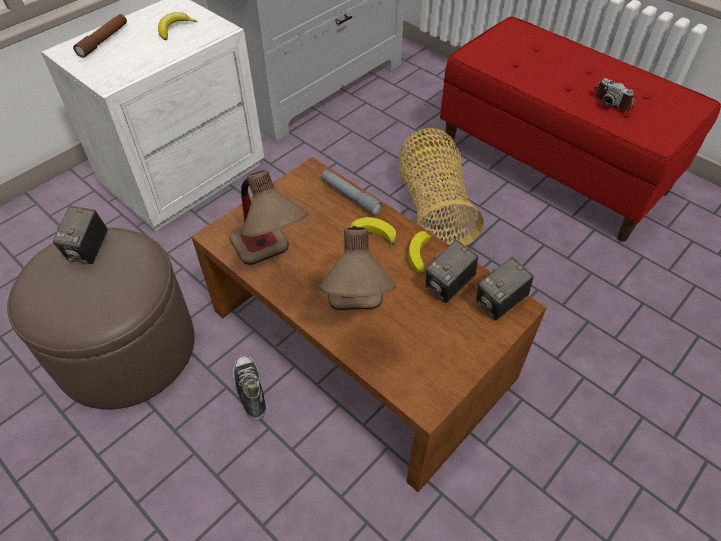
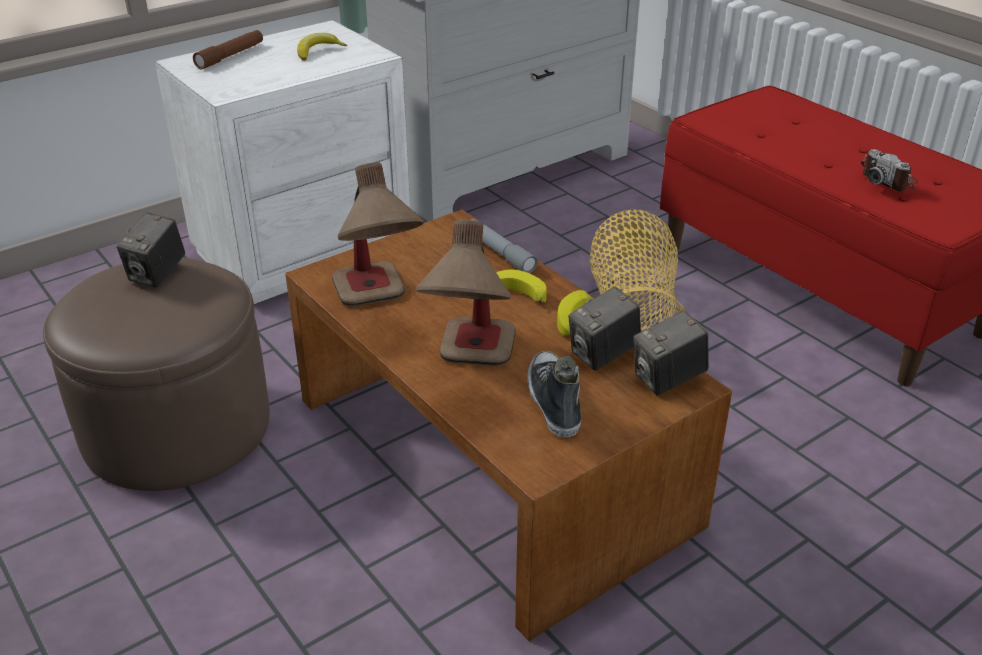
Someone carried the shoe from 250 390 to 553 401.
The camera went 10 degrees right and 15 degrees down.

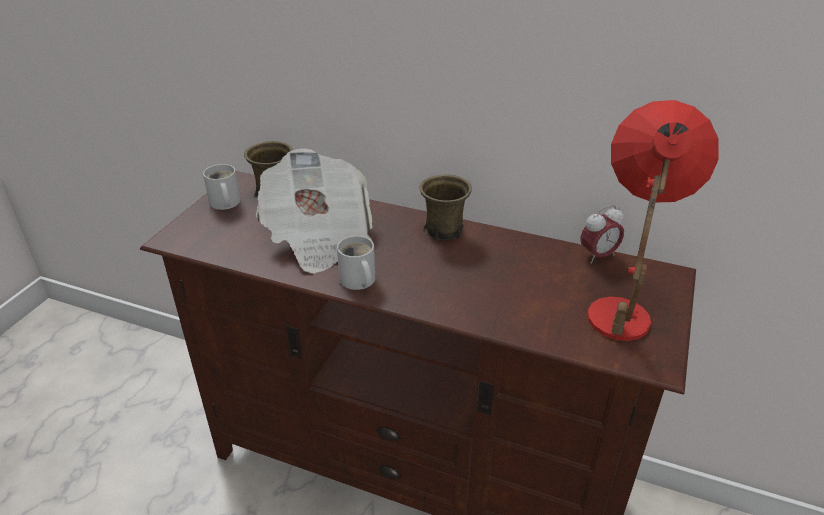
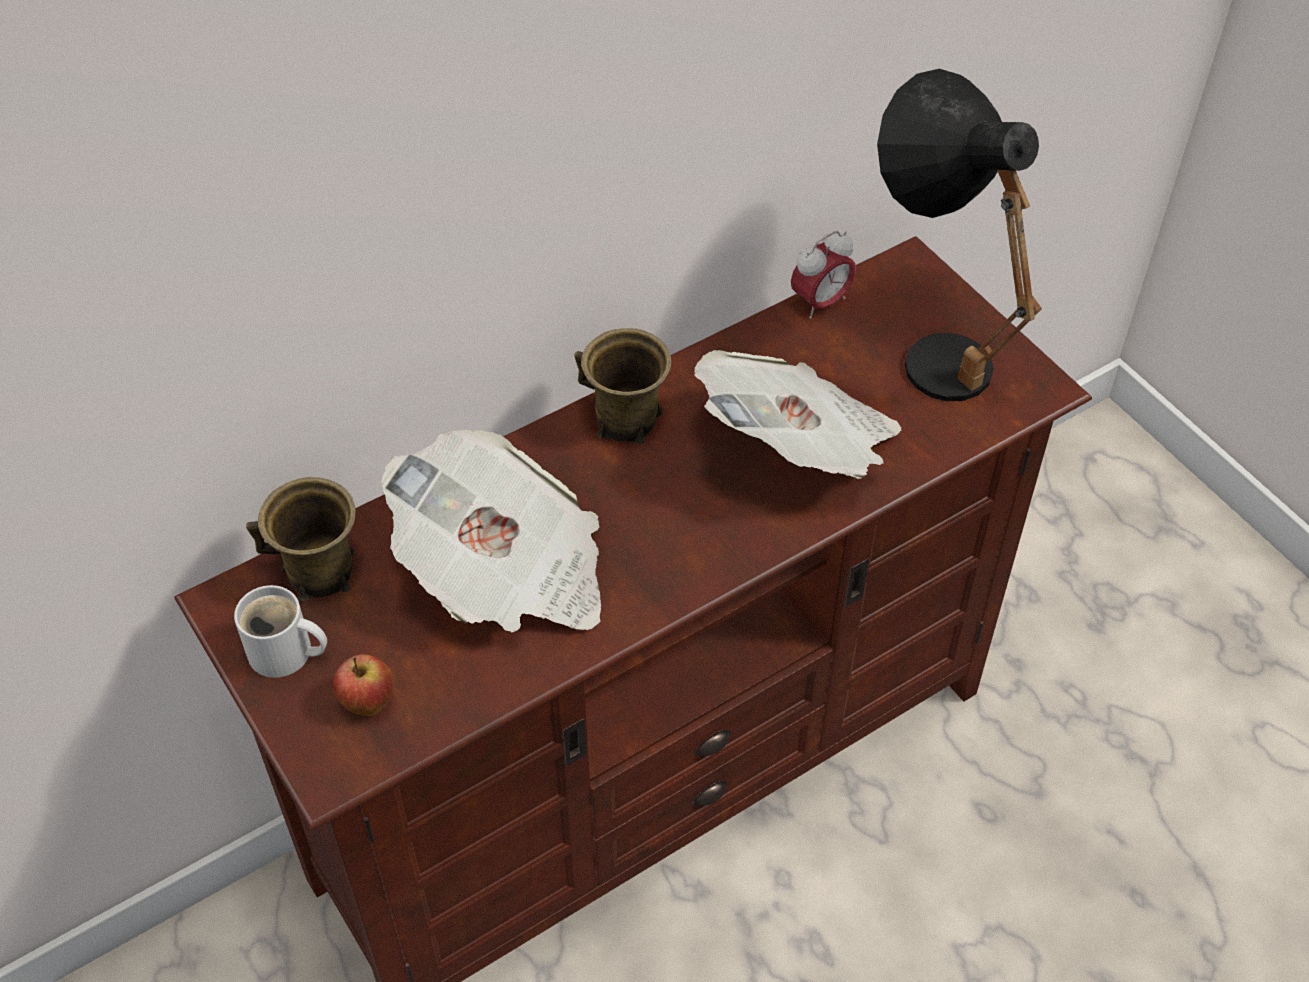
Someone took away the mug (white) at 357 281.
Someone rotated the alarm clock at 598 256 by 45 degrees clockwise.
Someone repainted the table lamp (red) at 624 306, which became the table lamp (black) at 930 346.
Someone put down the apple at 368 703.
Someone put down the newspaper at 799 448.
The camera went 55 degrees left and 15 degrees up.

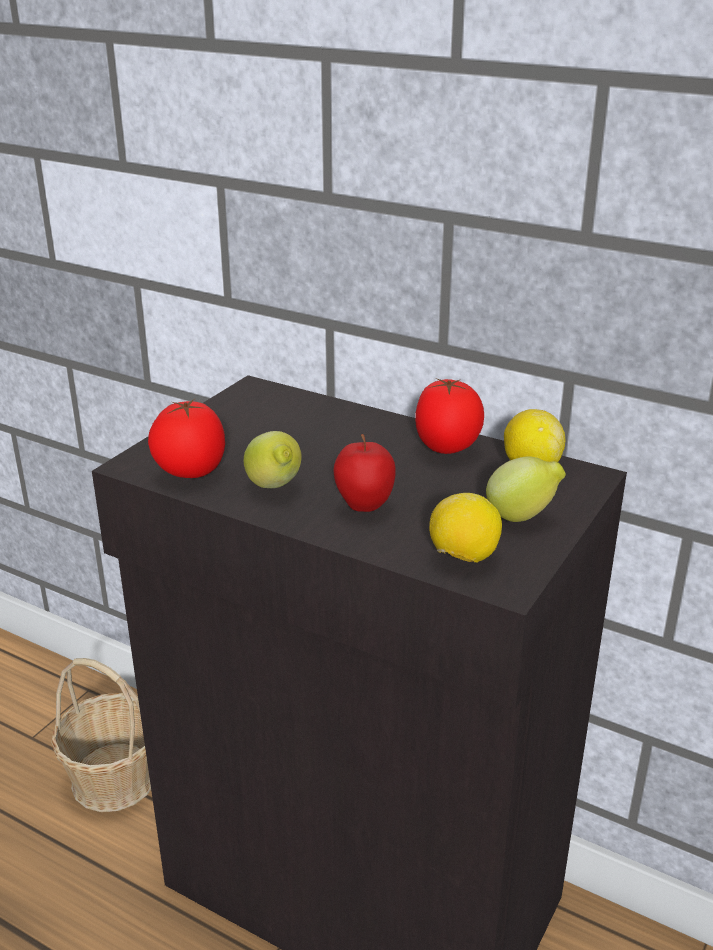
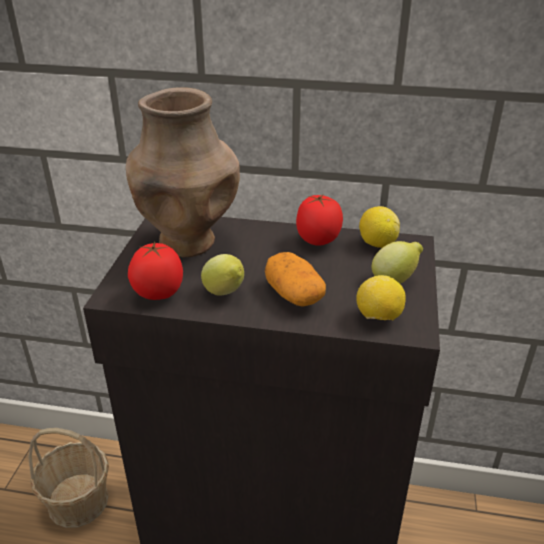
Someone swapped the apple at 364 507 for the potato at 293 295.
Someone put down the vase (brown) at 187 243.
The camera went 20 degrees left and 5 degrees up.

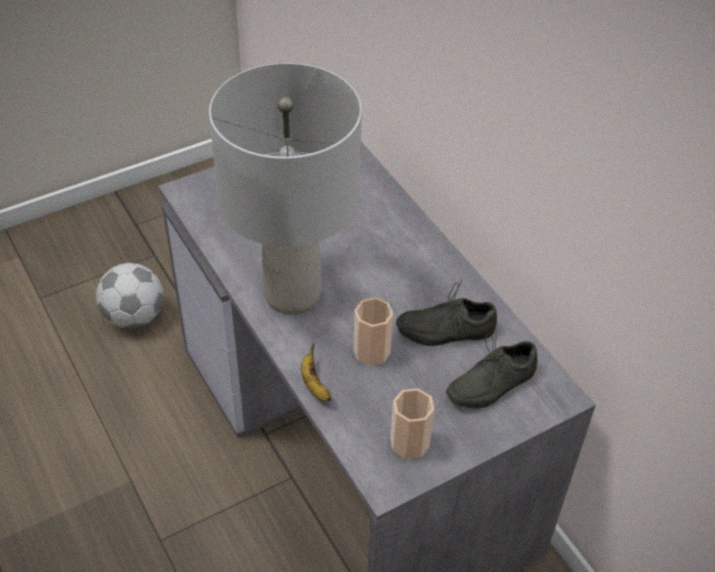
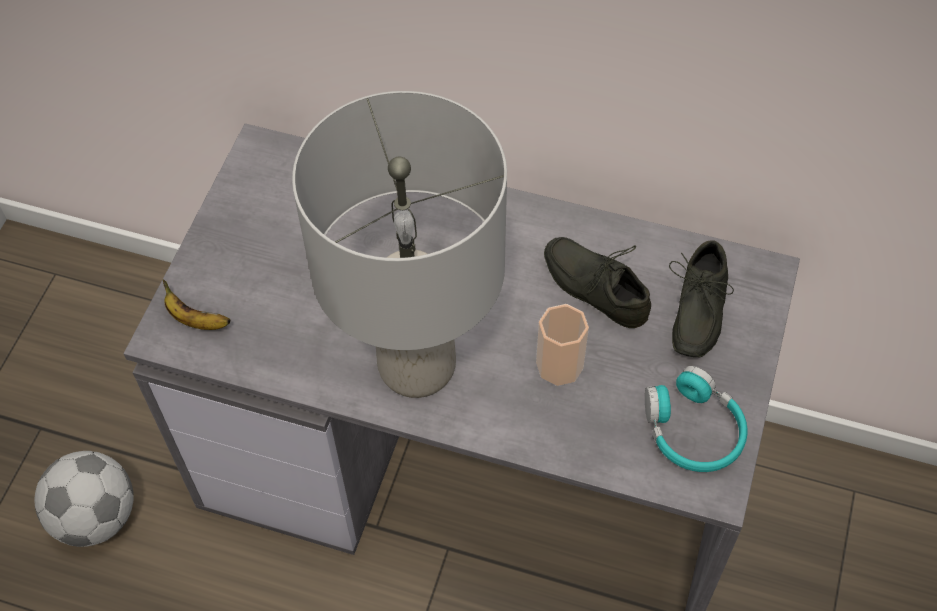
Someone carried the banana from 314 384 to 195 320.
Someone swapped the cup at 409 443 for the headphones (turquoise) at 692 430.
Someone rotated the shoe (grey) at 444 328 by 90 degrees clockwise.
The camera went 40 degrees left and 10 degrees up.

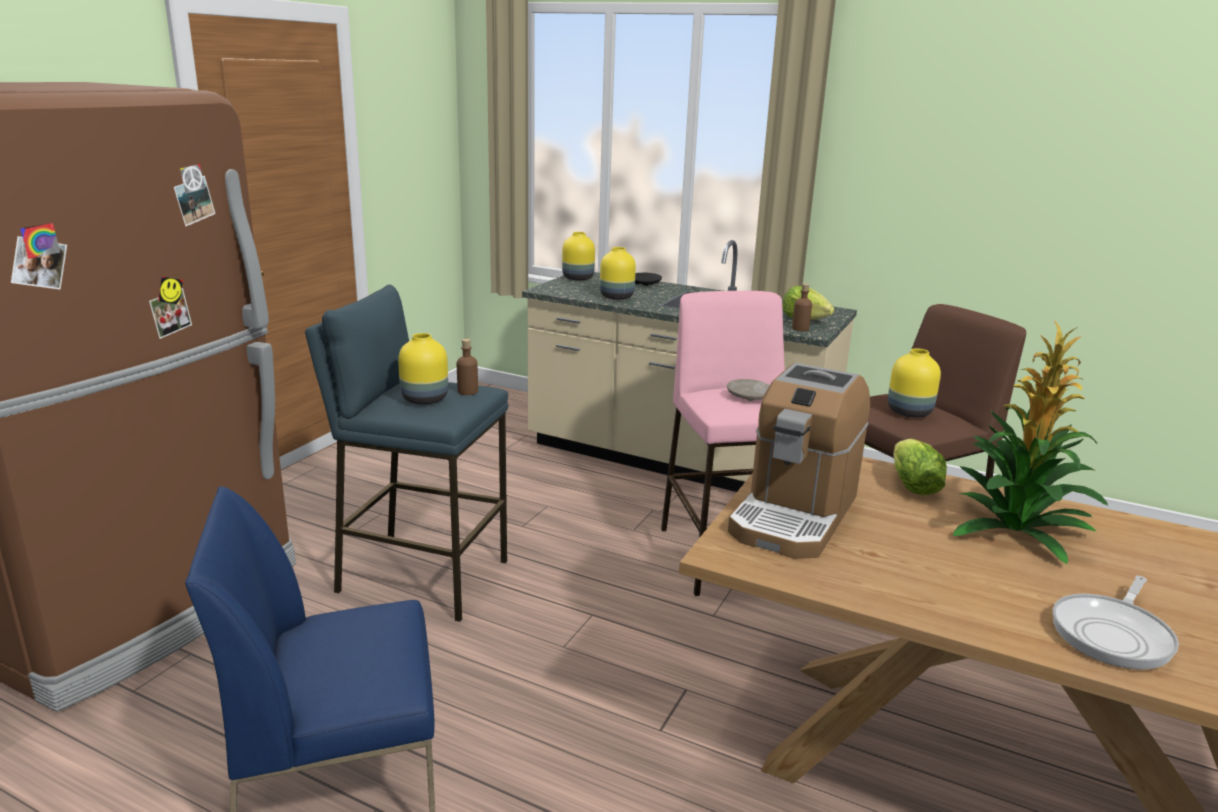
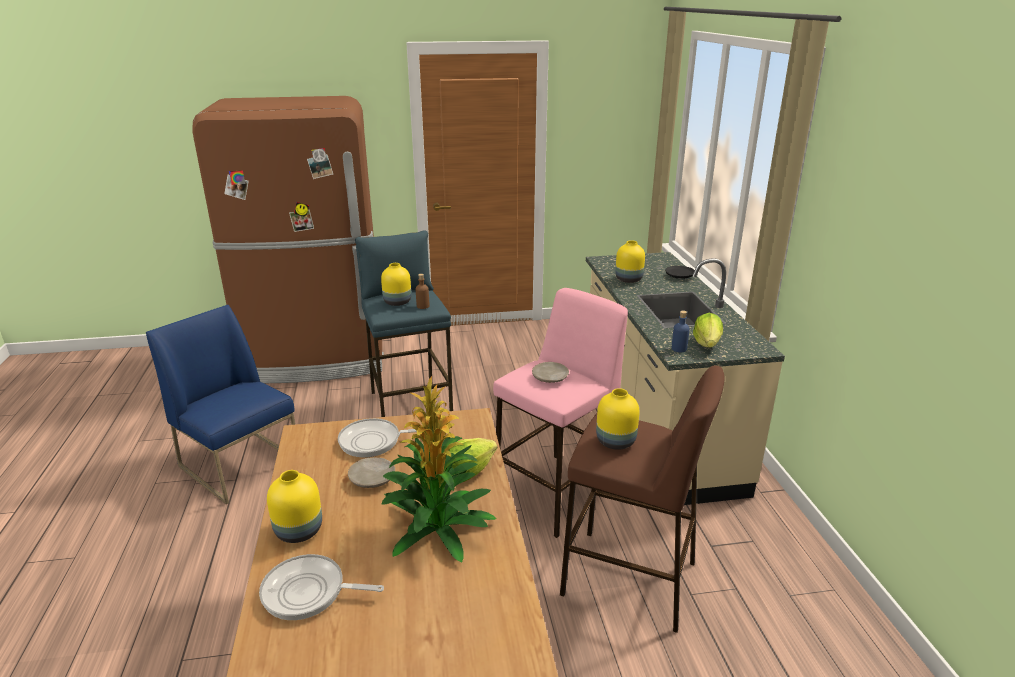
Someone carried the vase (yellow) from 577 278 to 298 530.
Someone swapped the coffee machine at 794 514 for the frying pan at 374 441.
Someone repainted the bottle (brown) at 800 328, which became the bottle (blue) at 679 349.
Someone put down the plate (beige) at 373 478.
The camera went 55 degrees right and 5 degrees up.

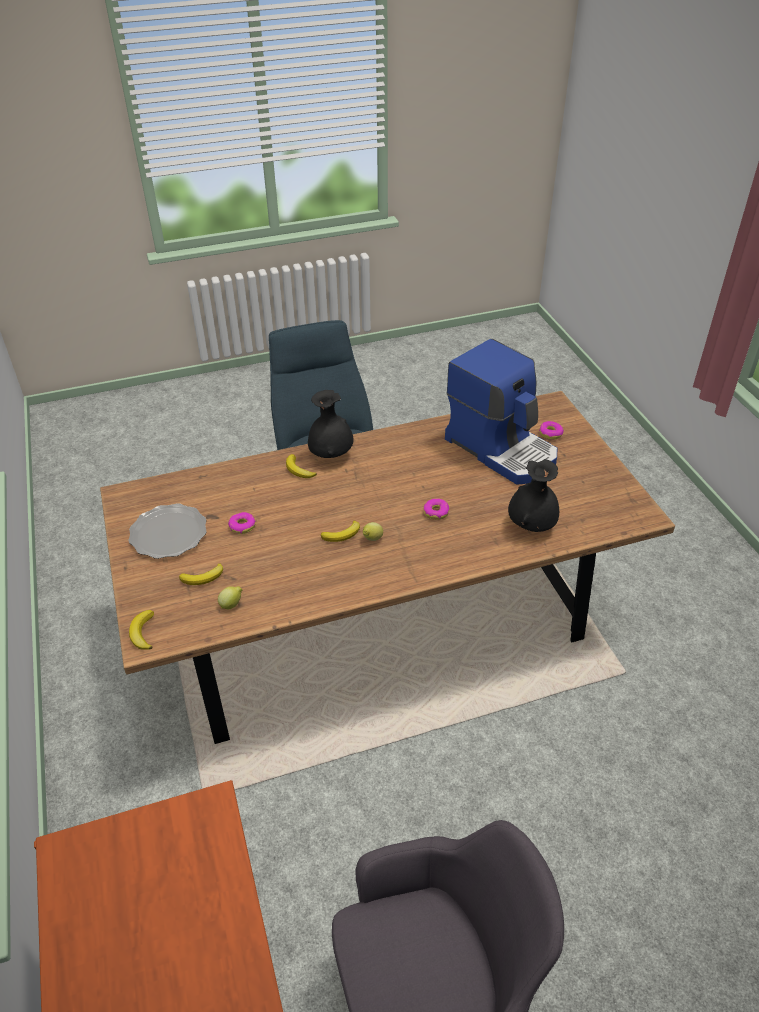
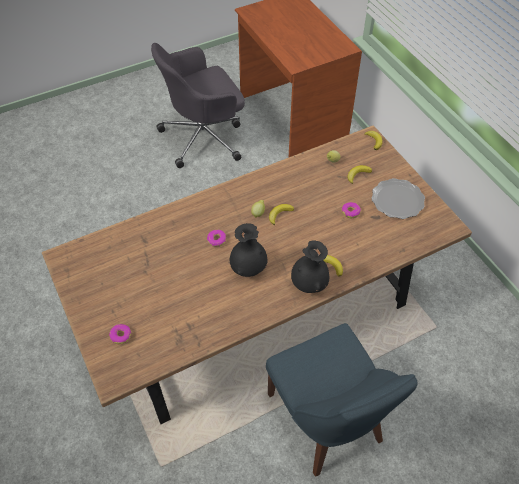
Someone took away the coffee machine at 502 448.
Someone carried the vase (black) from 531 526 to 248 268.
The camera went 170 degrees right and 10 degrees up.

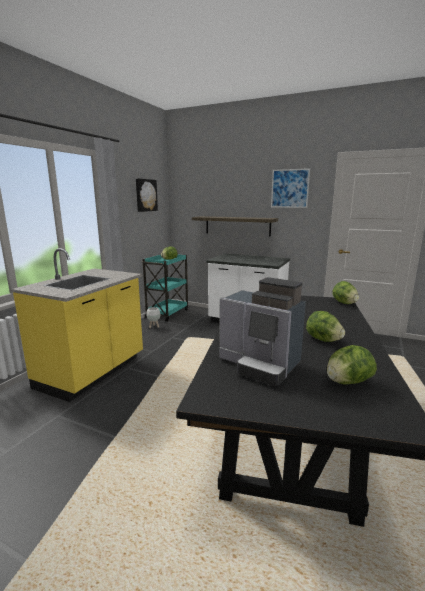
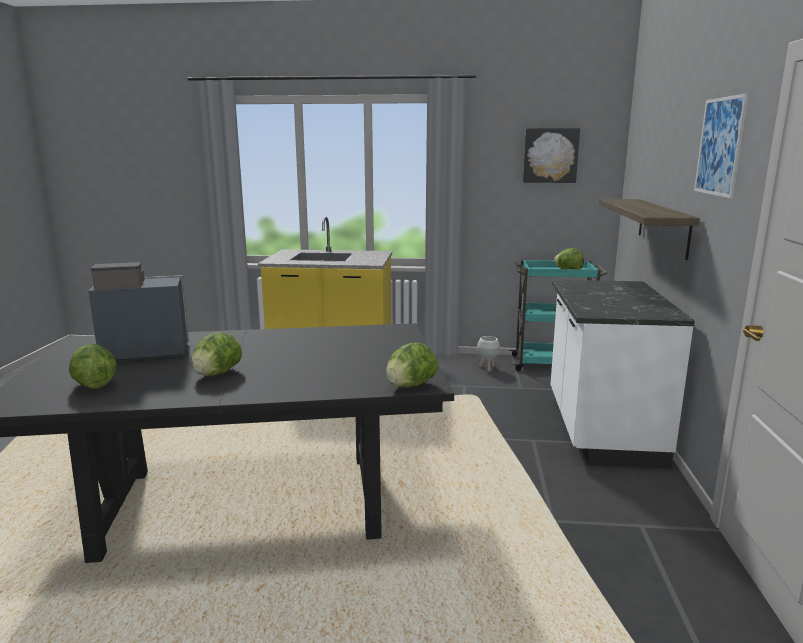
Someone rotated the coffee machine at 260 365 by 60 degrees clockwise.
The camera went 70 degrees right and 0 degrees up.

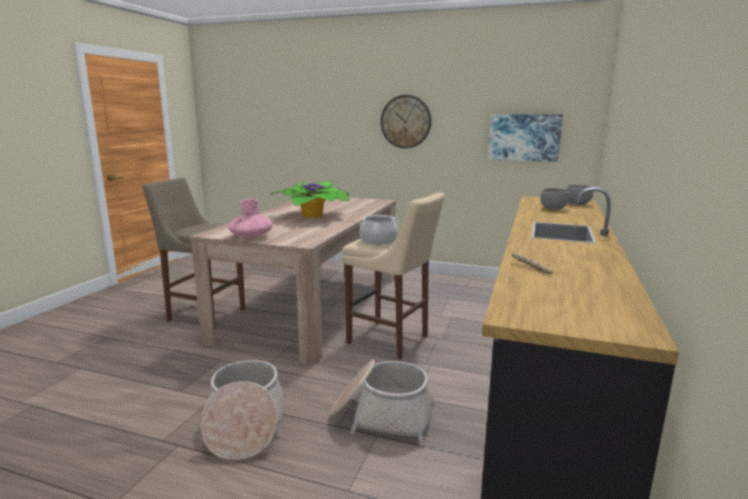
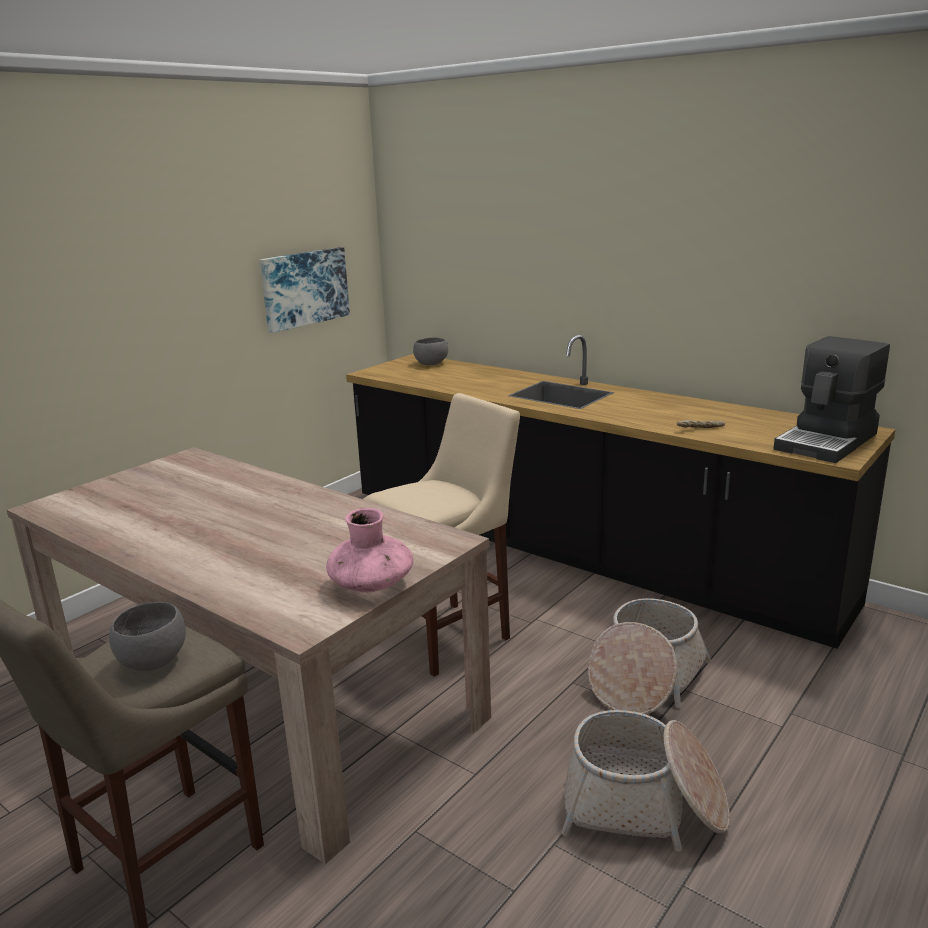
Someone took away the potted plant at 313 216.
Someone took away the cooking pot at 378 241.
Someone took away the wall clock at 405 121.
Someone carried the bowl (grey) from 553 209 to 153 661.
Someone put down the coffee machine at 828 442.
The camera went 70 degrees left and 5 degrees up.

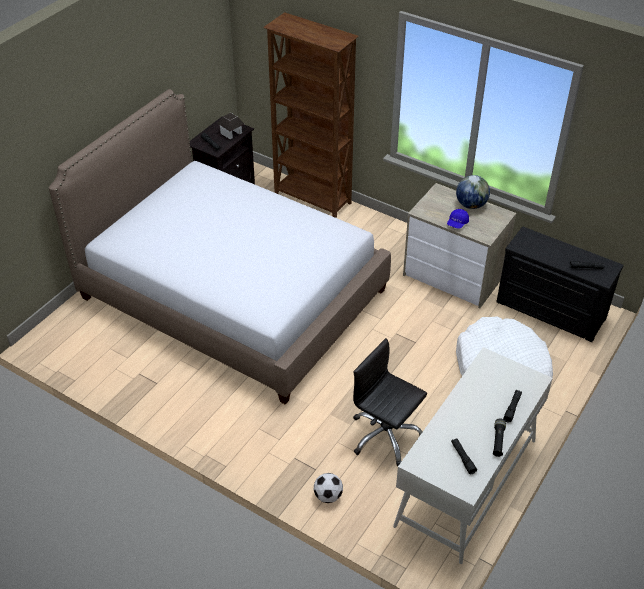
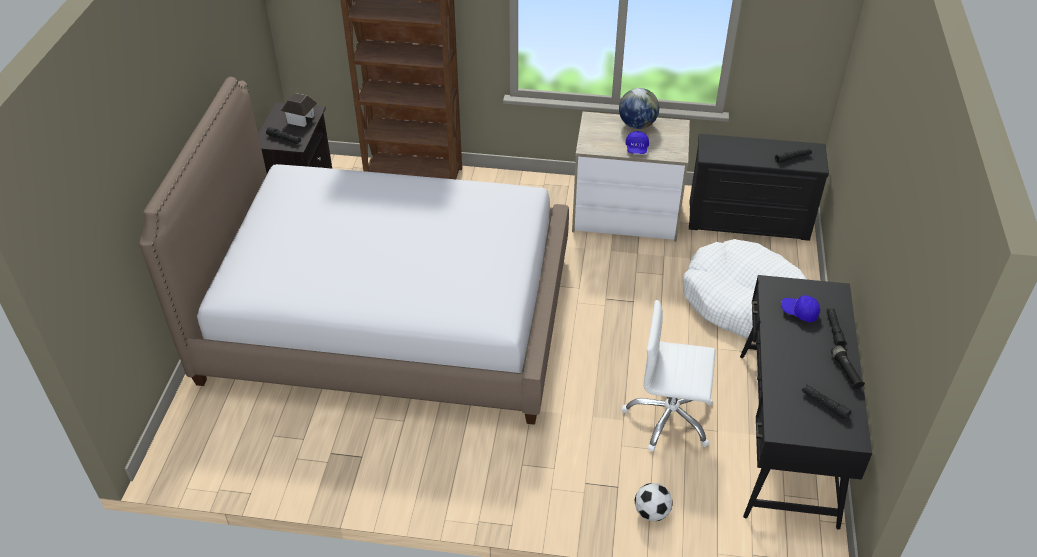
Someone repainted the office chair (black) at 385 436, which became the office chair (white) at 669 418.
Someone repainted the desk (white) at 466 482, which became the desk (black) at 785 436.
Someone put down the cap (blue) at 799 312.
The camera went 25 degrees left and 0 degrees up.

